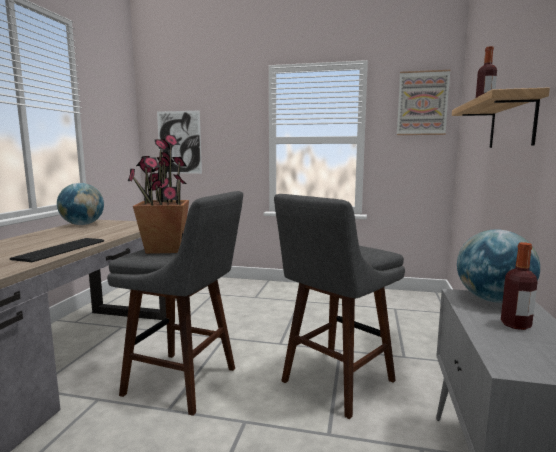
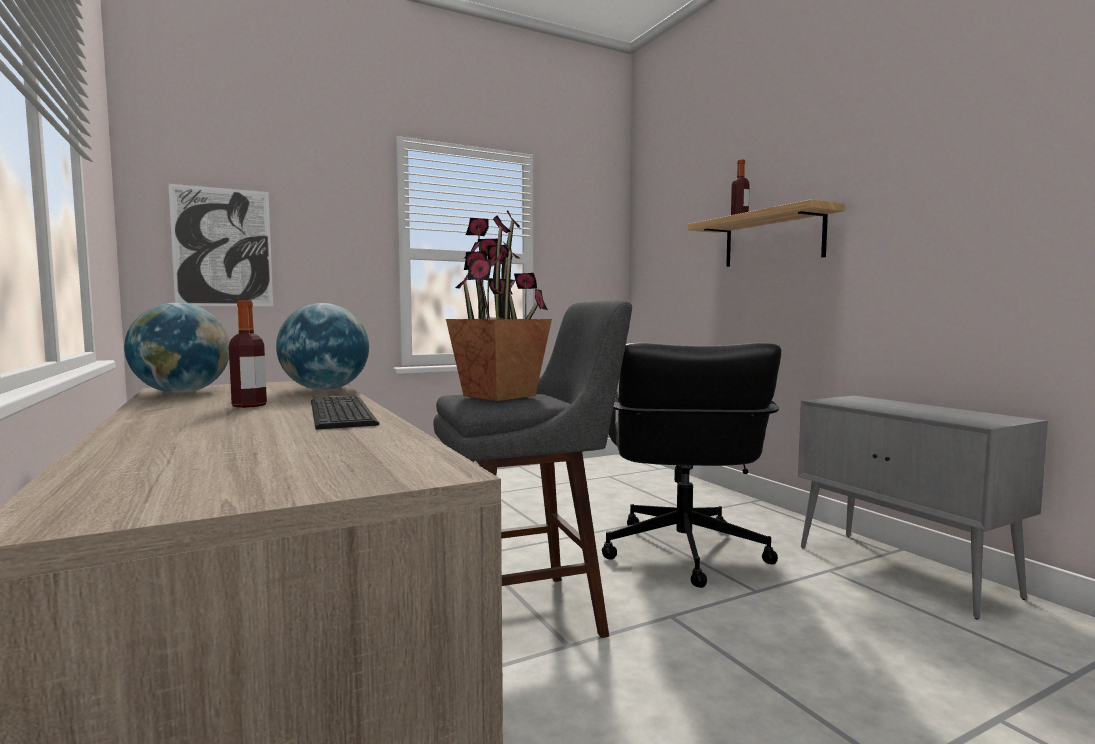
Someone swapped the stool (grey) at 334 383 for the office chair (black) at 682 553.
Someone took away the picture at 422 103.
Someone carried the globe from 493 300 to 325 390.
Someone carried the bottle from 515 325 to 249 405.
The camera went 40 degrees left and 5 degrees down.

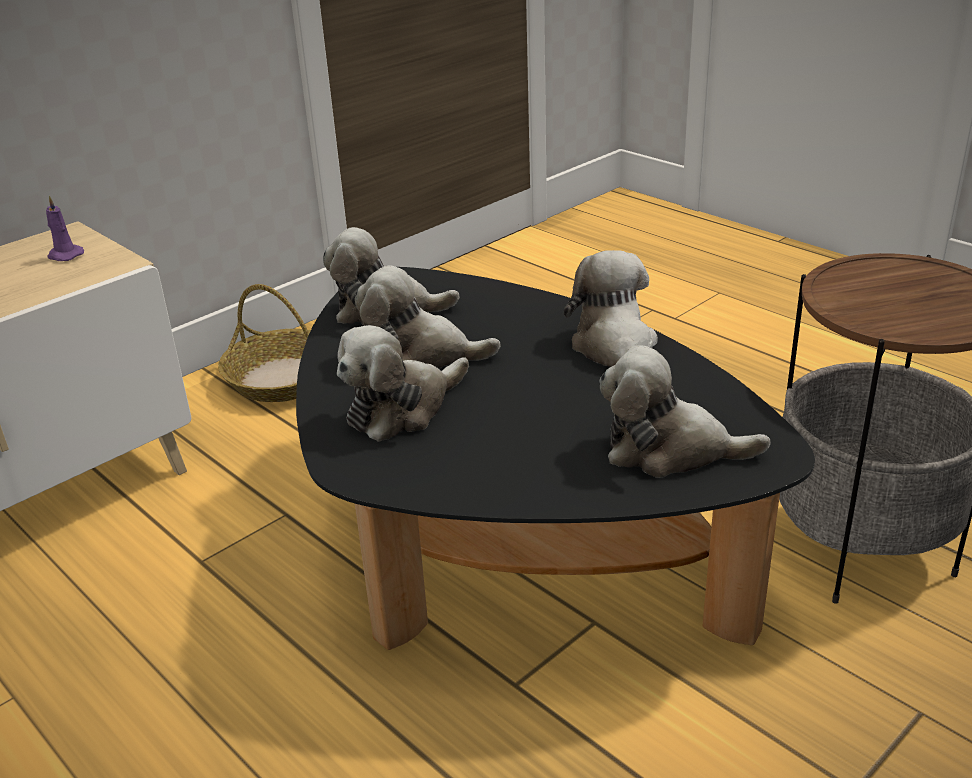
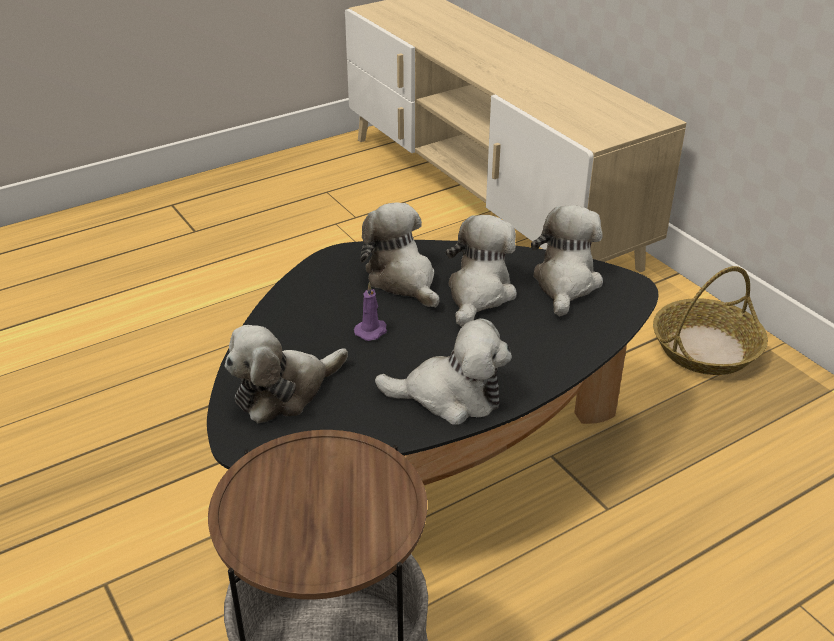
Someone carried the candle (purple) from 64 255 to 372 331.
Someone rotated the plush toy at 669 450 by 150 degrees counterclockwise.
The camera went 100 degrees right and 5 degrees up.

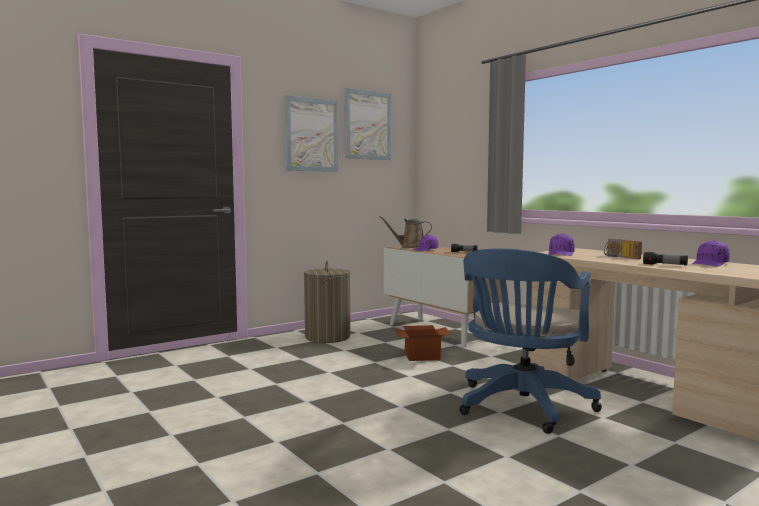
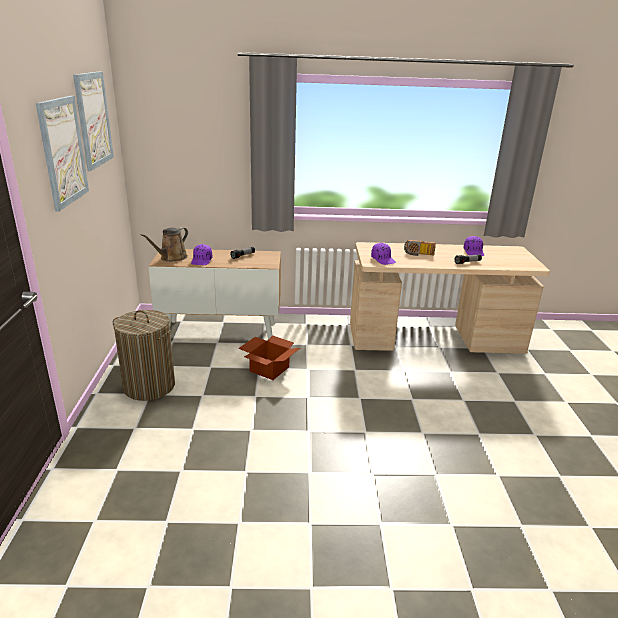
Someone took away the office chair (blue) at 522 407.
The camera went 55 degrees left and 20 degrees up.

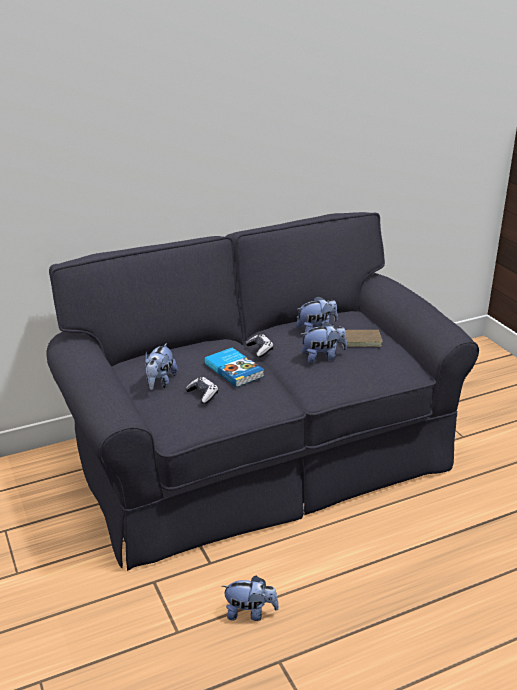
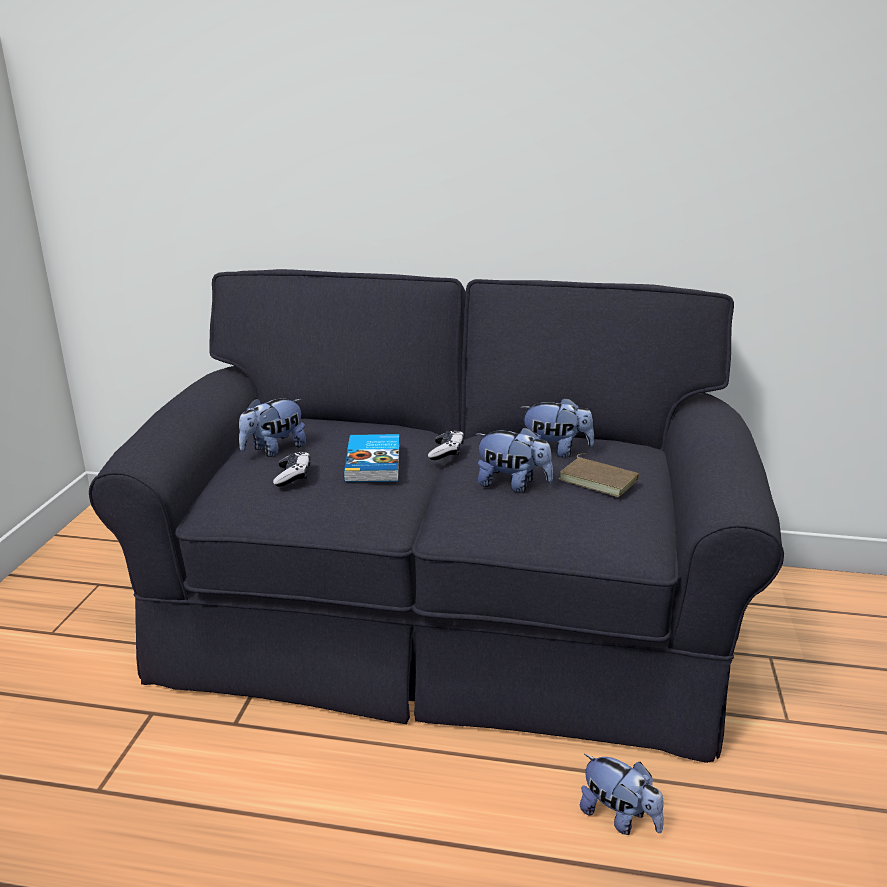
Someone carried the plush toy from 250 613 to 619 817.
The camera went 35 degrees right and 5 degrees down.

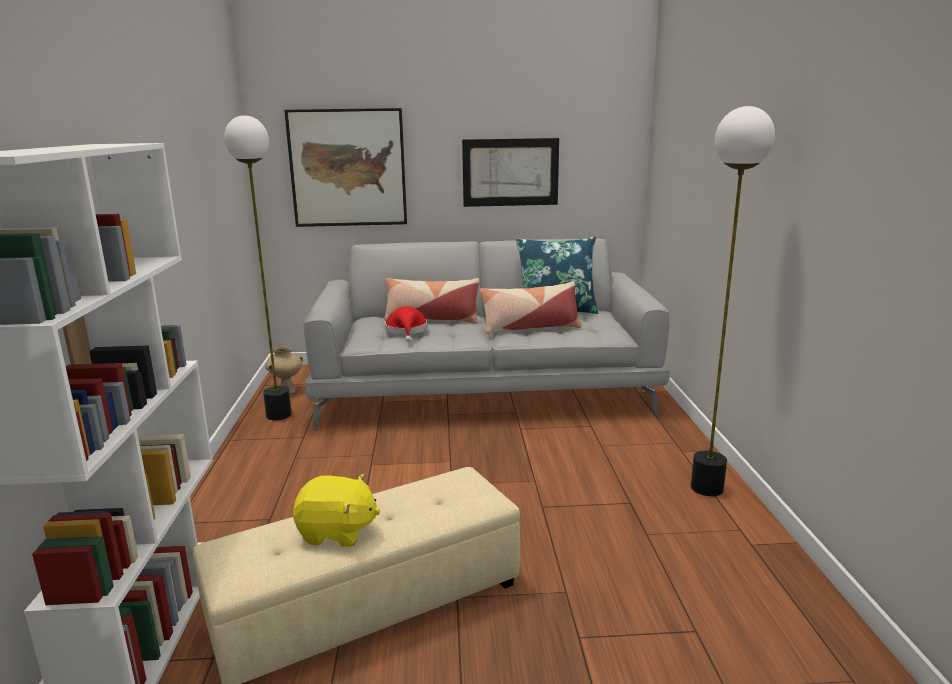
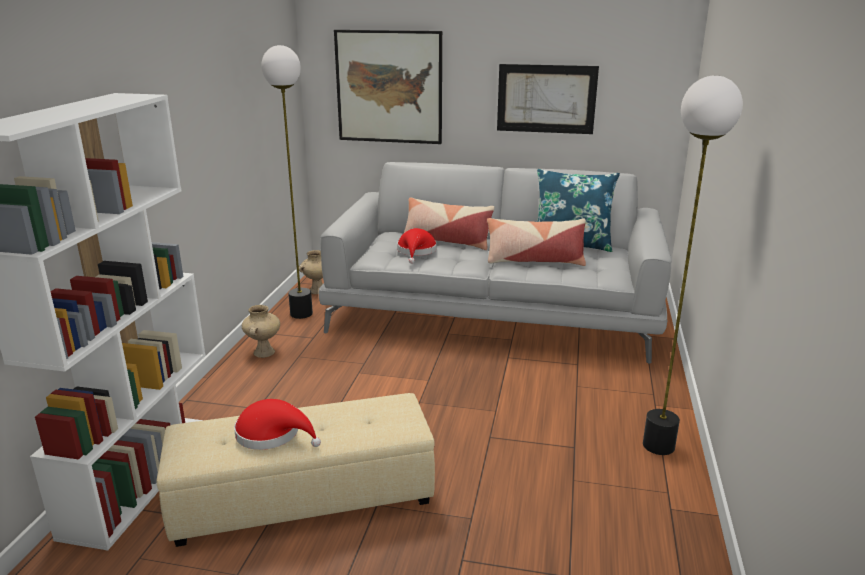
Someone swapped the plush toy (yellow) at 337 532 for the hat (red) at 272 434.
Someone put down the vase (beige) at 264 352.
The camera went 15 degrees right and 5 degrees up.

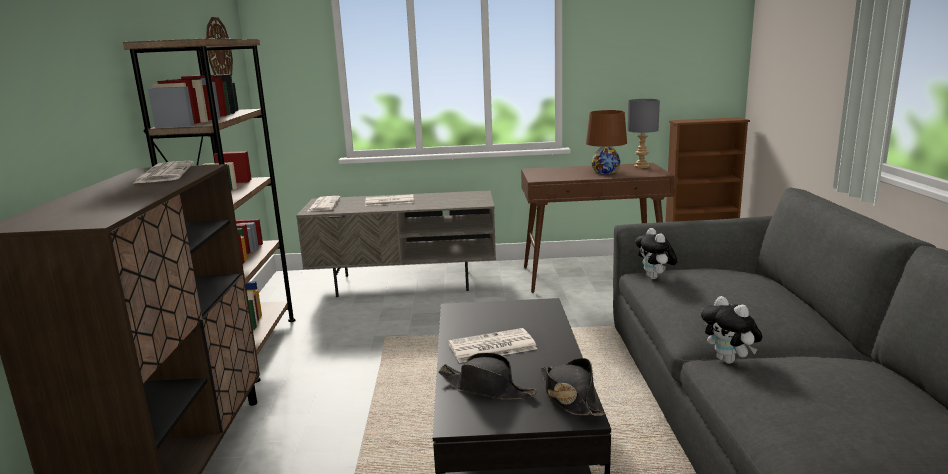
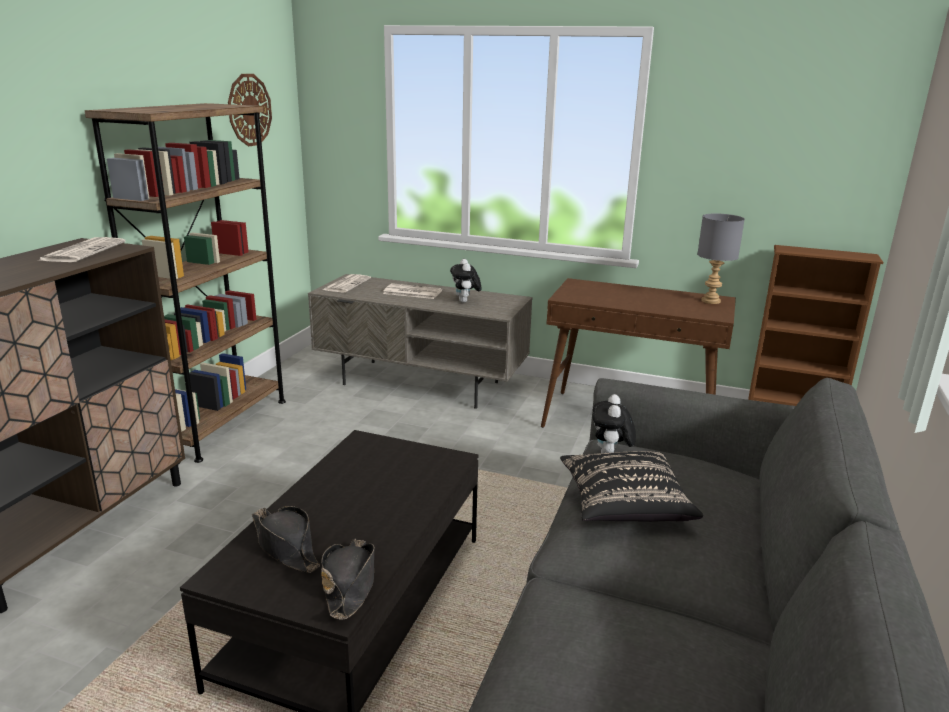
Someone took away the newspaper at 491 347.
Someone took away the table lamp (brown) at 605 171.
Someone carried the plush toy from 729 360 to 465 301.
Someone put down the pillow (black) at 624 505.
The camera went 20 degrees right and 5 degrees up.

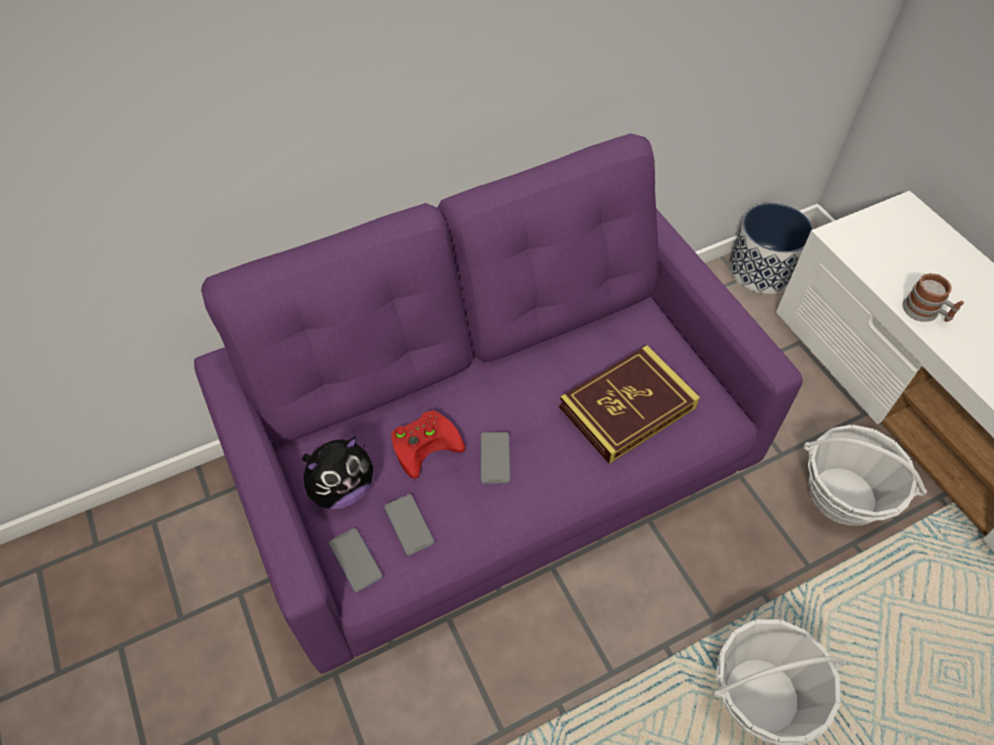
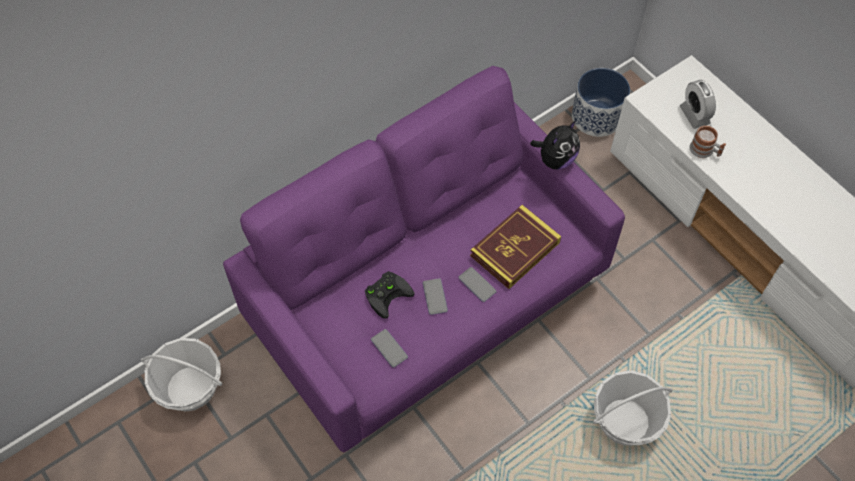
Someone carried the plush toy from 342 489 to 555 159.
Someone carried the phone from 355 560 to 477 285.
Someone repainted the game controller (red) at 426 442, which became the game controller (black) at 387 293.
Someone carried the basket from 843 496 to 190 388.
Someone put down the alarm clock at 694 115.
The camera went 10 degrees left and 5 degrees up.

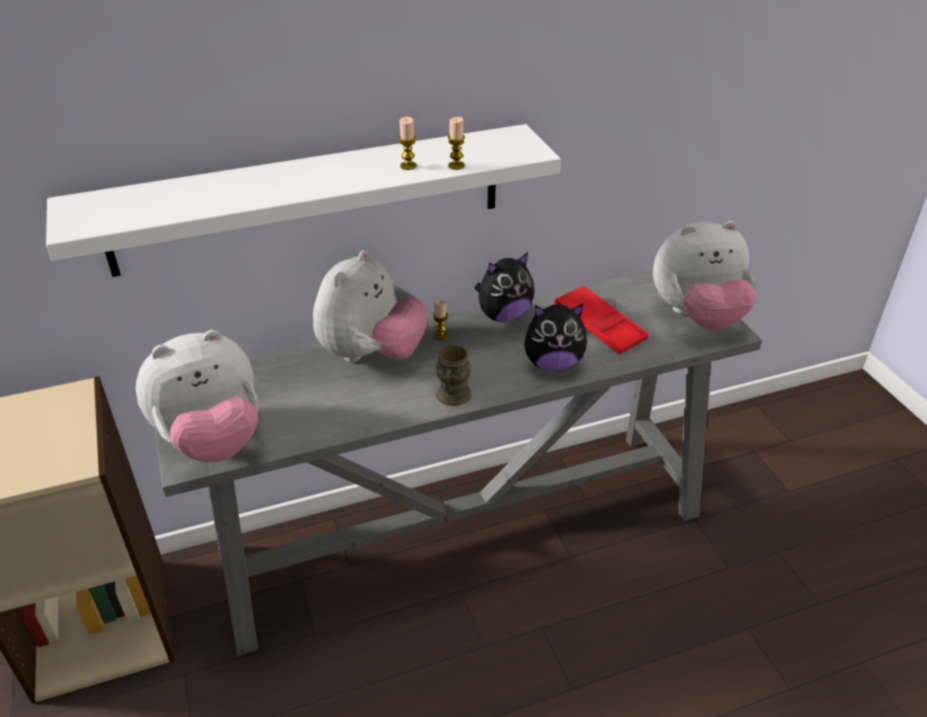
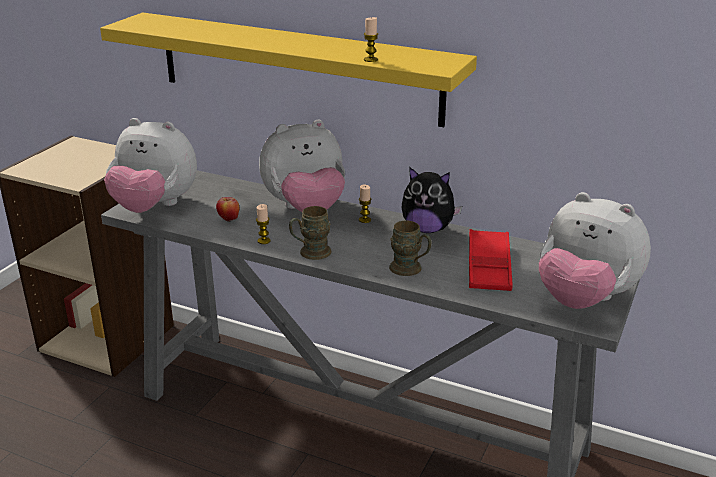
Someone repainted the shelf (white) at 309 199, which became the shelf (yellow) at 297 68.
Someone carried the candle from 408 166 to 264 241.
Someone swapped the plush toy at 553 364 for the mug (brown) at 410 269.
Someone put down the apple at 228 219.
The camera went 45 degrees right and 10 degrees down.

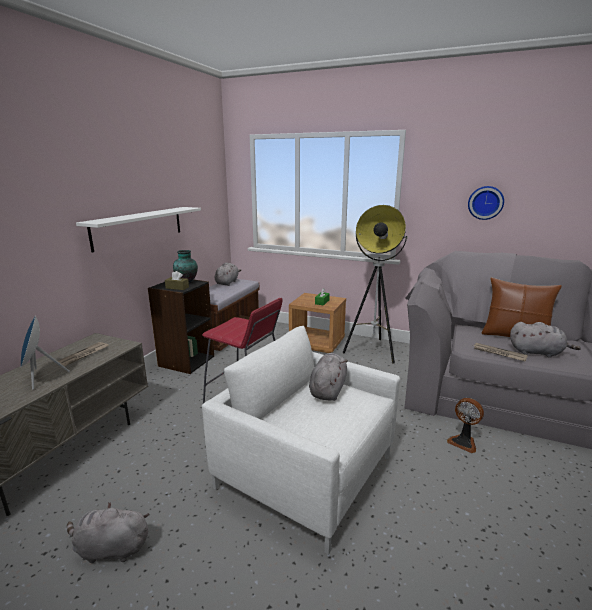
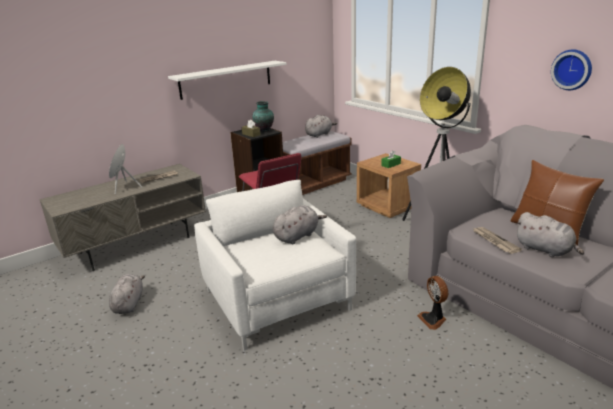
Someone rotated the plush toy (grey) at 110 549 by 60 degrees clockwise.
The camera went 30 degrees right and 5 degrees up.

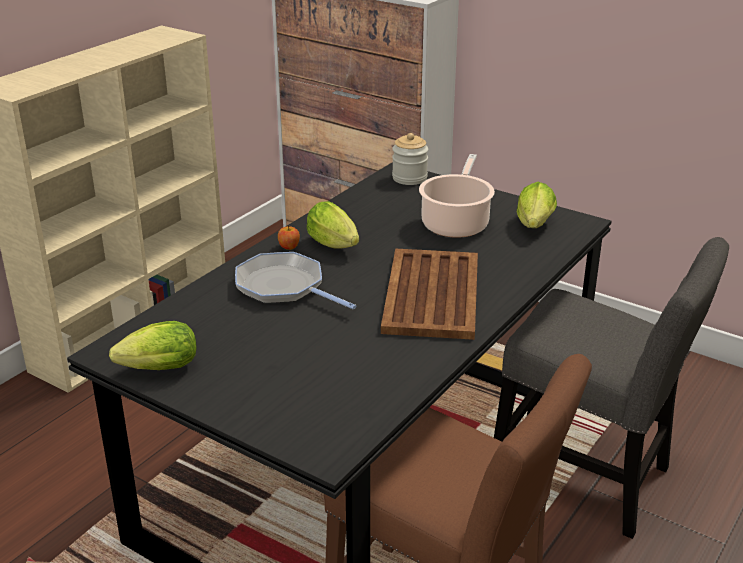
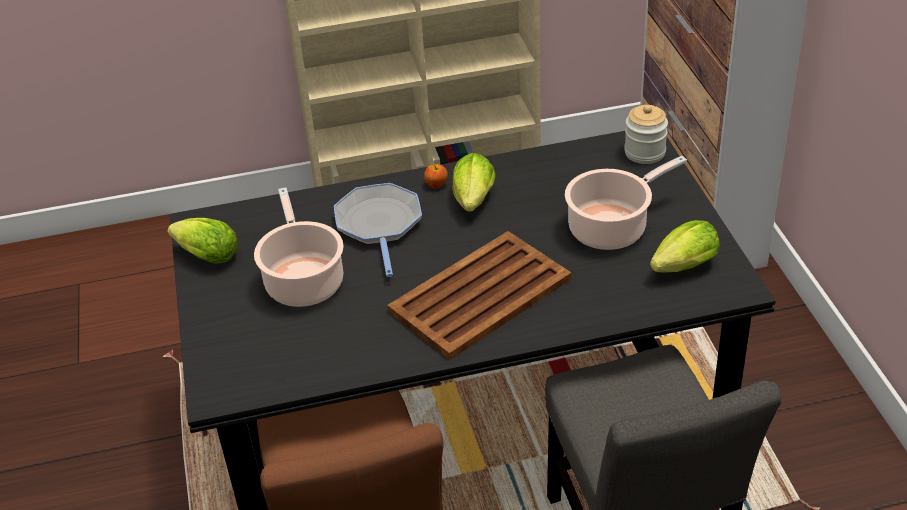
Someone put down the cooking pot at 304 280.
The camera went 45 degrees right and 10 degrees up.

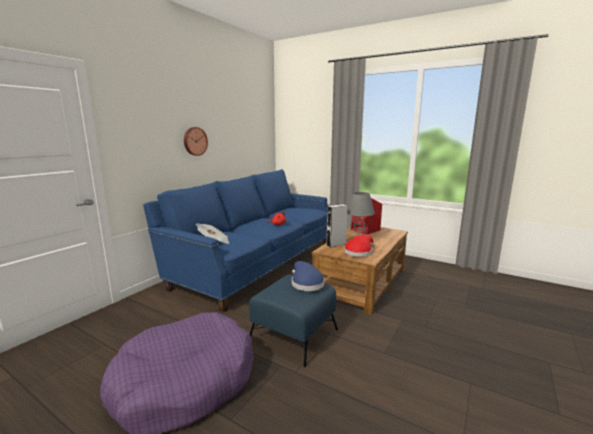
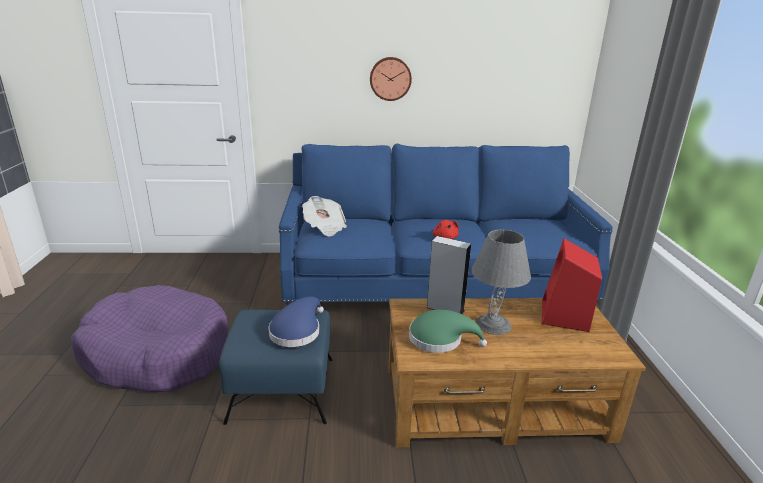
Someone repainted the hat (red) at 359 252, which became the hat (green) at 440 339.
The camera went 55 degrees right and 10 degrees up.

